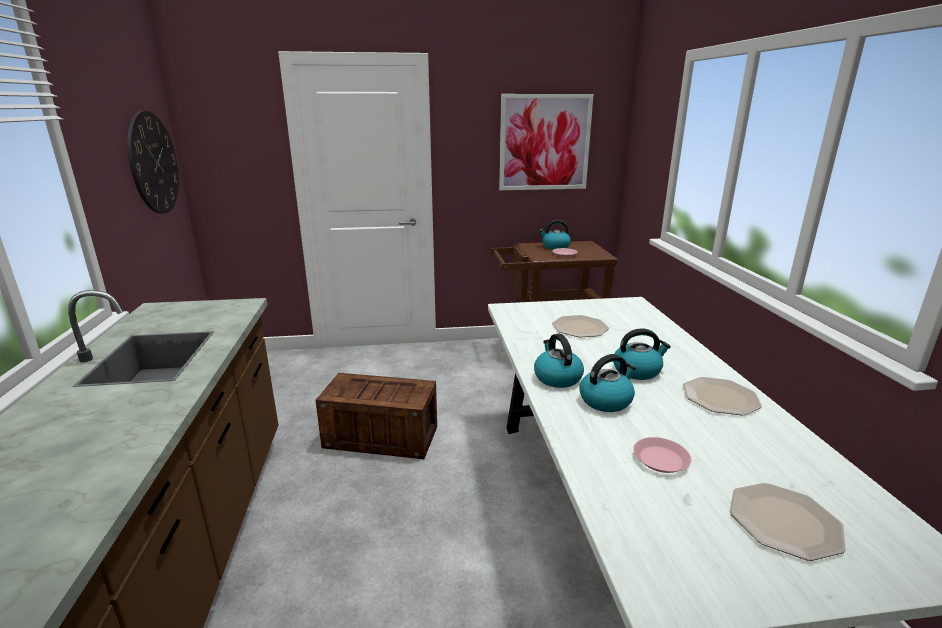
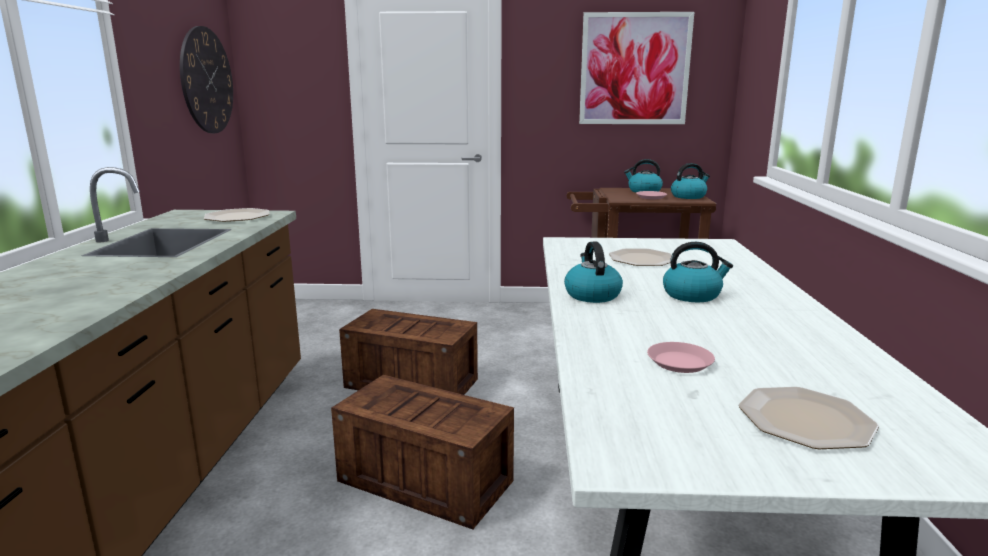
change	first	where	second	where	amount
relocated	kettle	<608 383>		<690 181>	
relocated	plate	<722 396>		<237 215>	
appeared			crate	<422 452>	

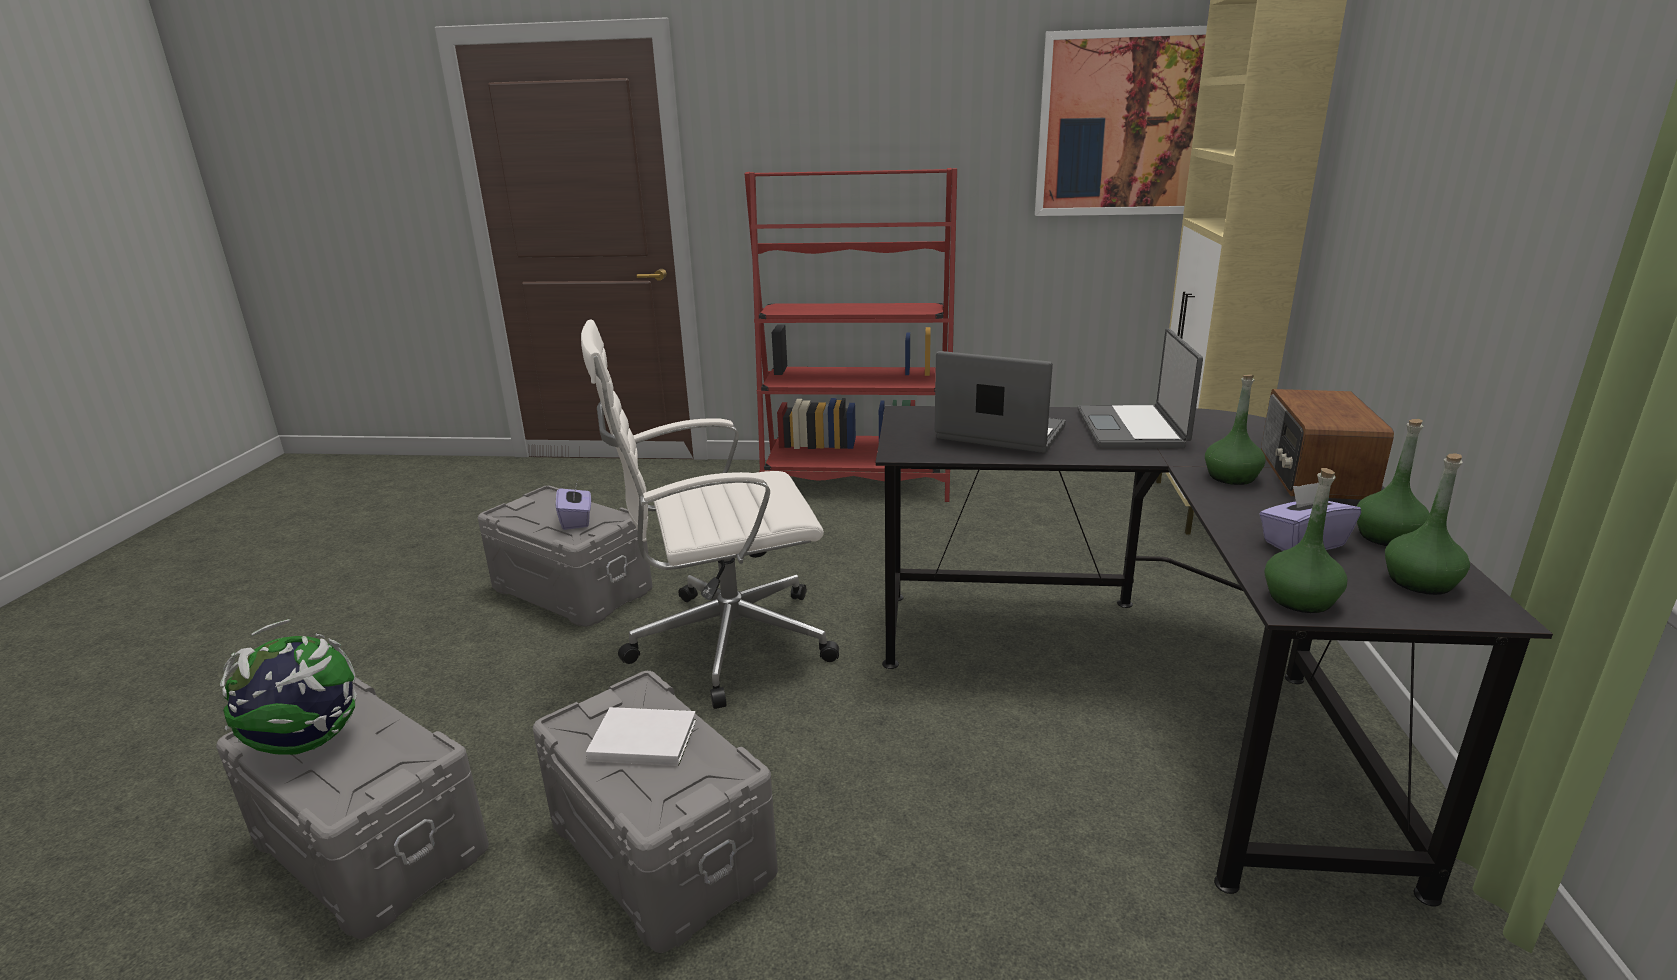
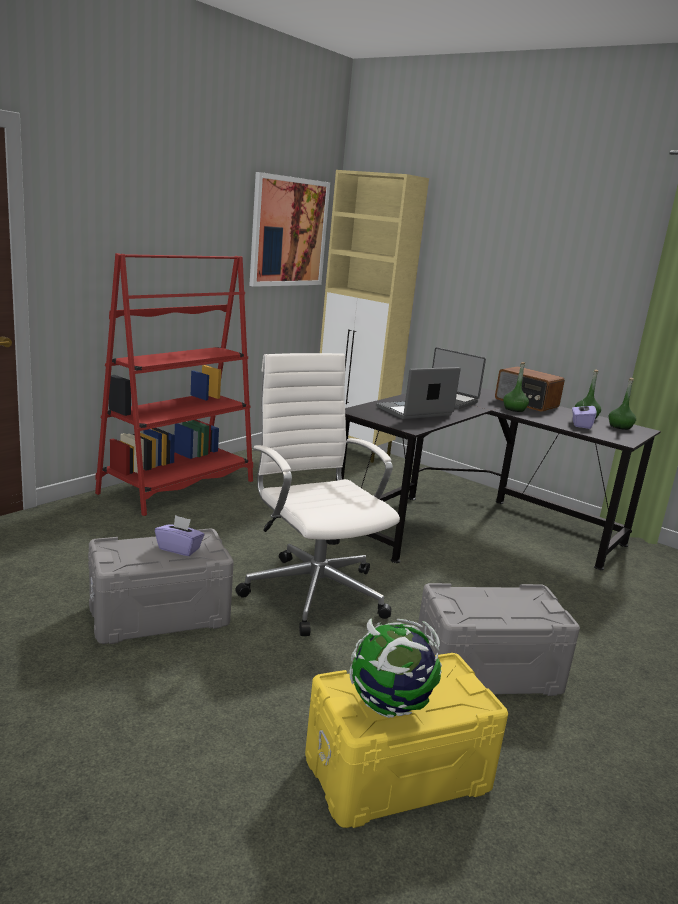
change	first	where	second	where	amount
spun	white office chair	<710 514>		<317 494>	135 degrees clockwise
missing	green bottle	<1305 540>			
colour	grey storage box	<352 808>	yellow storage box	<406 740>	
missing	white book	<641 736>			

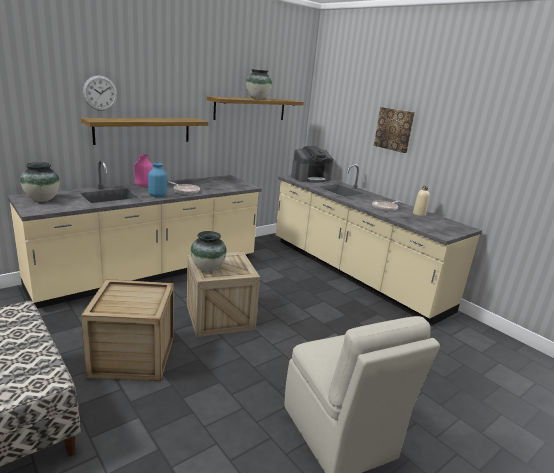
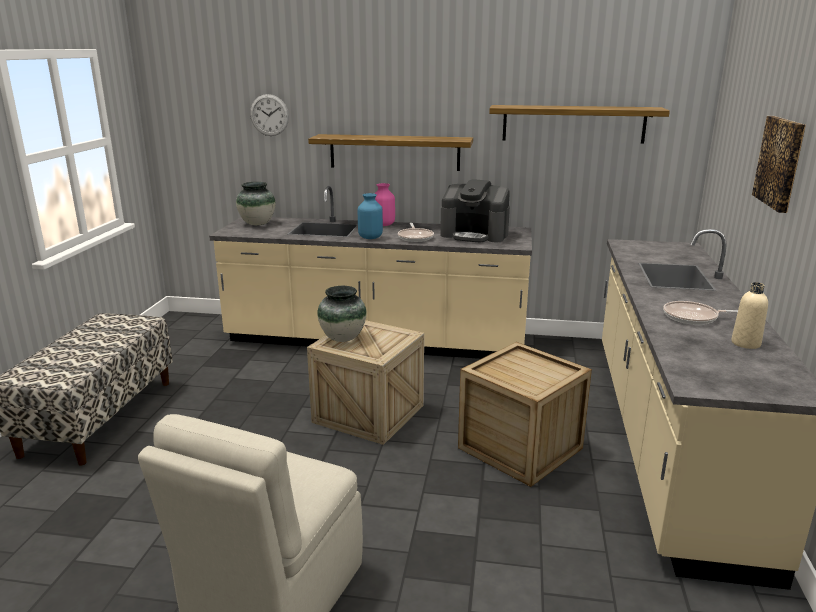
change	first	where	second	where	amount
missing	vase	<259 84>			
relocated	wall clock	<100 93>		<269 115>	
relocated	coffee machine	<312 164>		<475 211>	
relocated	crate	<127 330>		<525 414>	

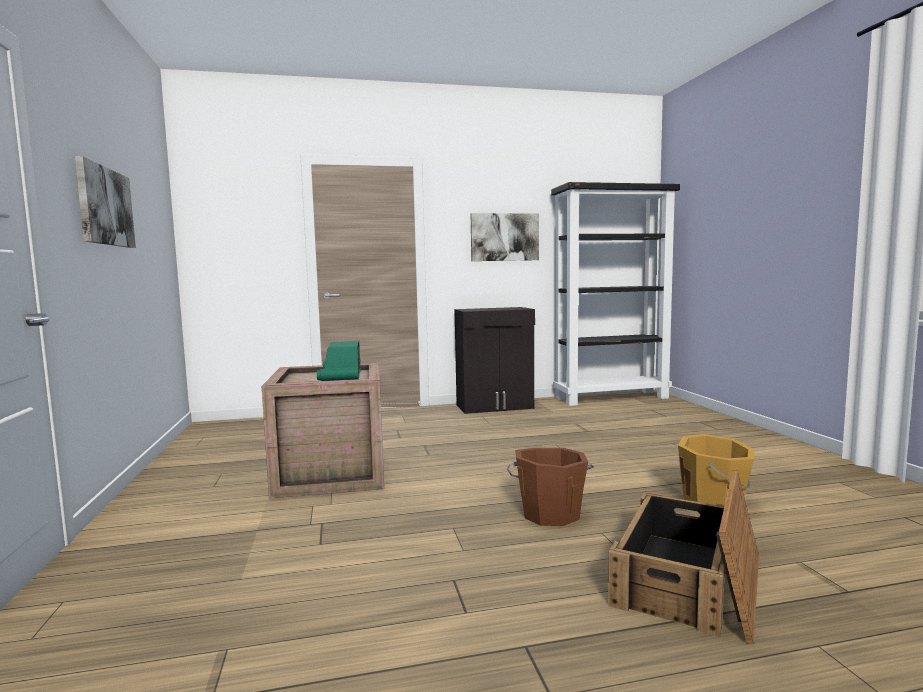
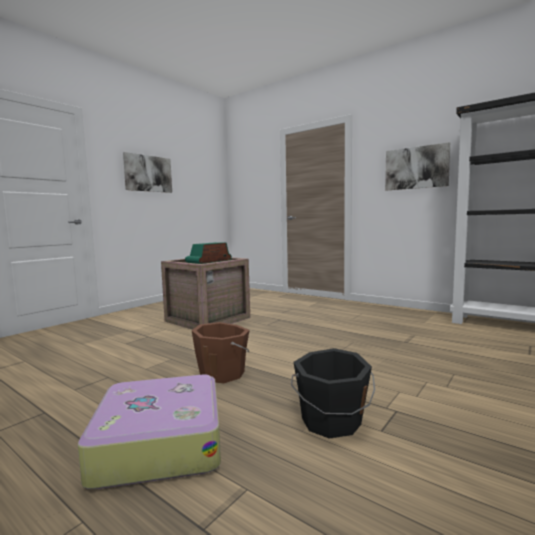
change	first	where	second	where	amount
missing	black cabinet	<494 360>			
colour	orange bucket	<716 469>	black bucket	<333 393>	
exchanged	crate	<683 557>	suitcase	<149 431>	

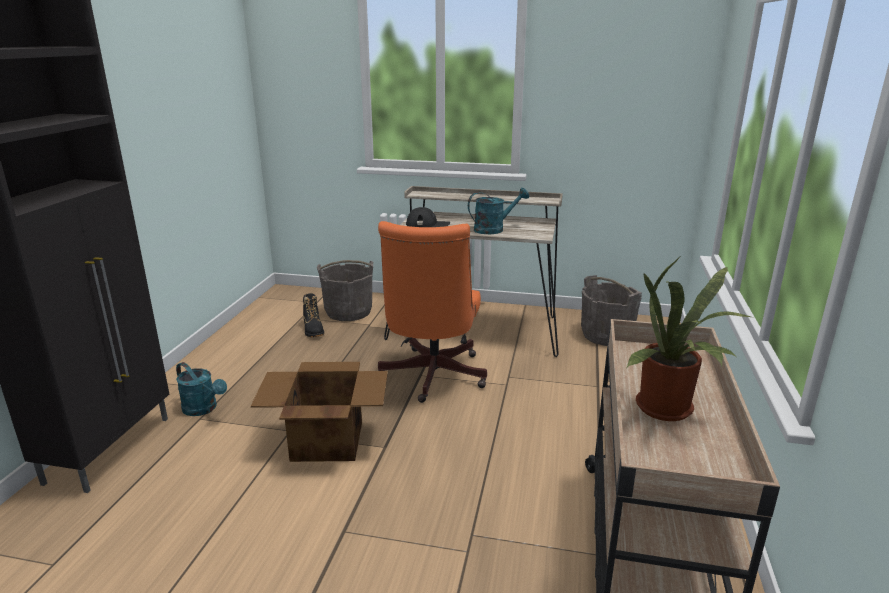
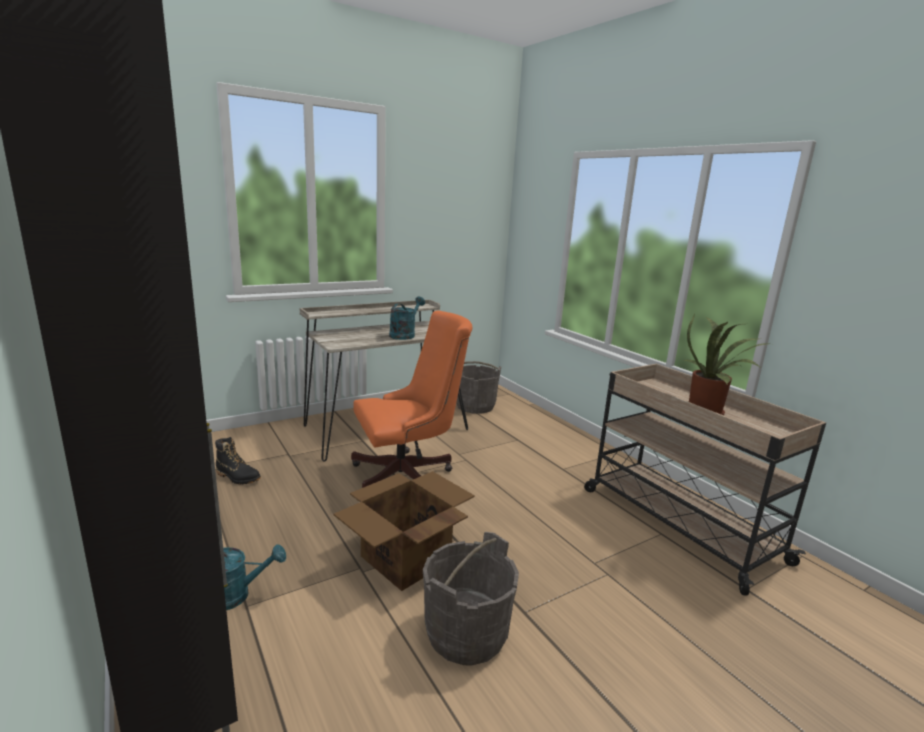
change	first	where	second	where	amount
missing	black cap	<428 217>			
spun	orange office chair	<432 312>		<412 399>	75 degrees counterclockwise
relocated	grey bucket	<345 290>		<471 599>	

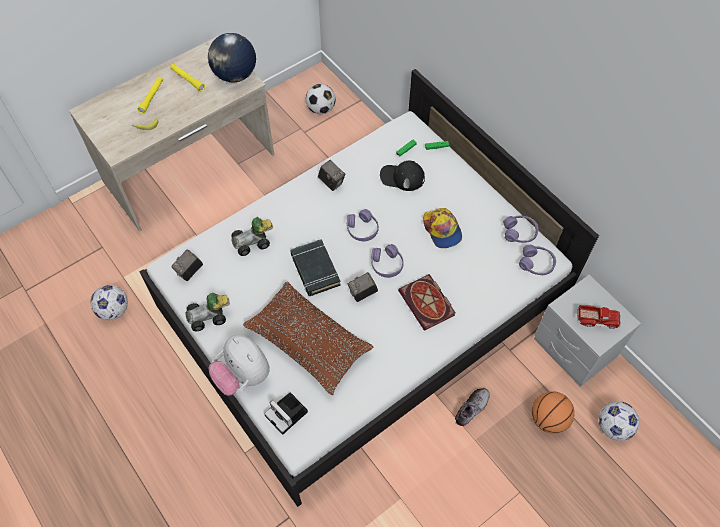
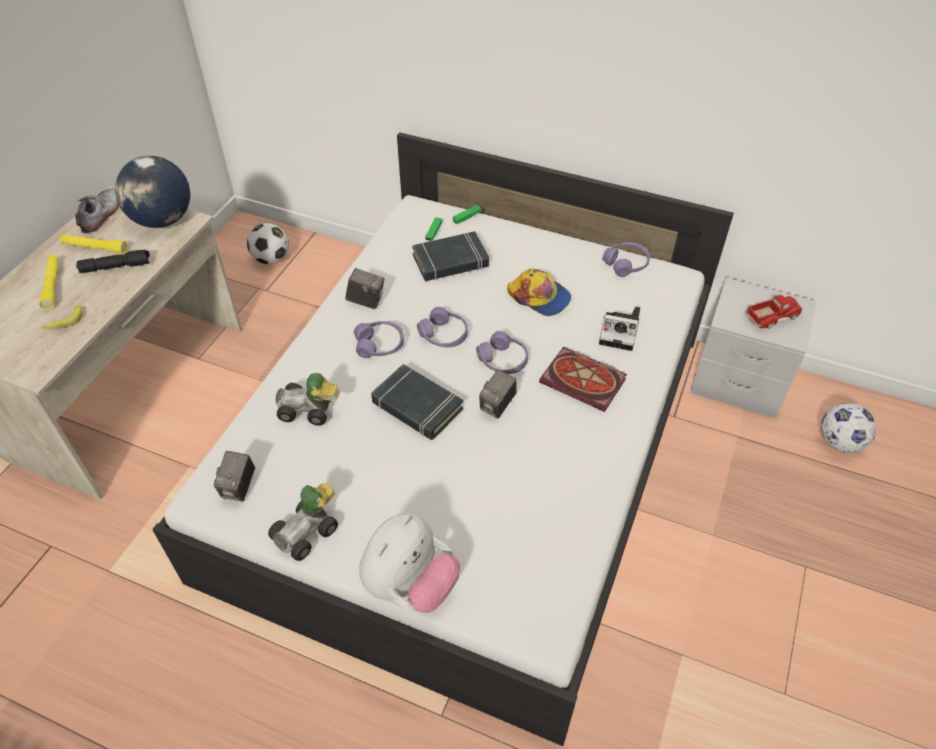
change	first	where	second	where	amount
exchanged	black cap	<402 175>	black book	<450 256>	
spun	toy car	<252 236>		<308 399>	60 degrees clockwise
relocated	purple headphones	<537 260>		<379 339>	
missing	brown pillow	<308 338>			
missing	football	<109 302>			
spun	plush toy	<239 365>		<409 563>	75 degrees counterclockwise
relocated	shoe	<472 407>		<97 210>	
missing	basketball	<553 412>			
relocated	photo camera	<286 414>		<619 329>	
appeared			black flashlight	<113 261>	

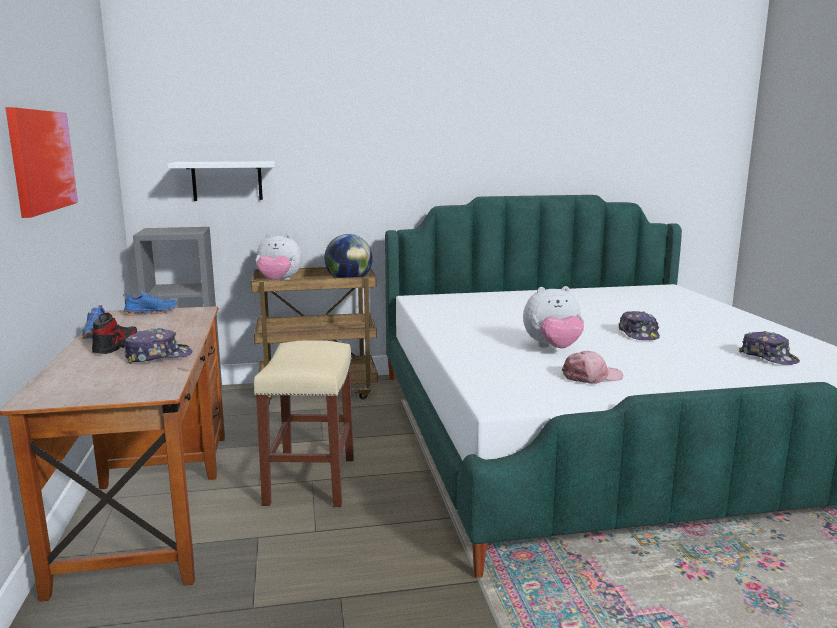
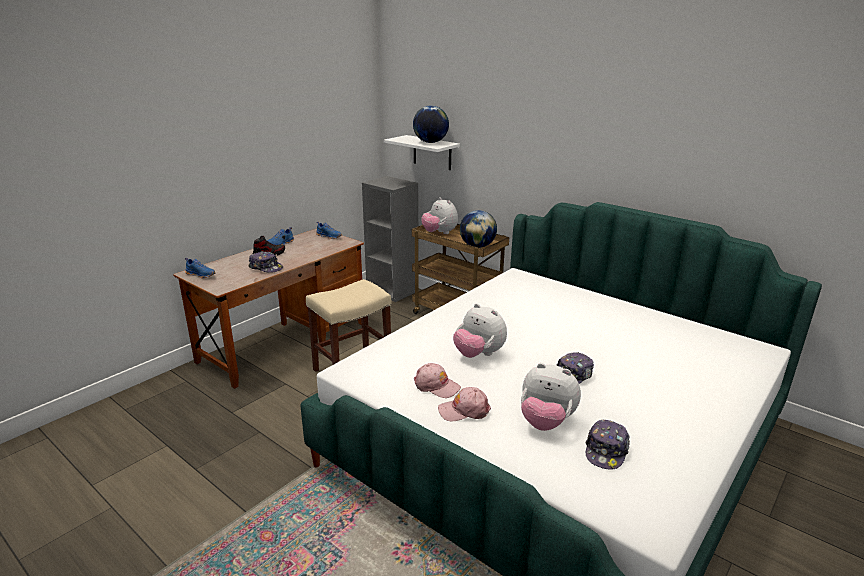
change	first	where	second	where	amount
missing	picture	<41 162>			
appeared			globe	<431 124>	
appeared			blue shoe	<200 268>	
appeared			plush toy	<551 397>	
appeared			pink cap	<464 404>	

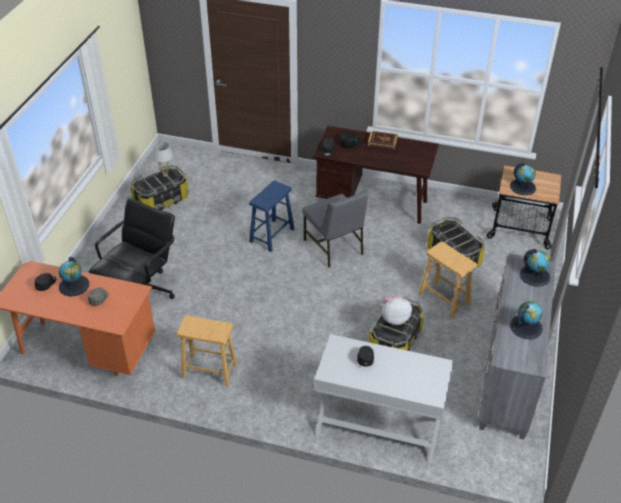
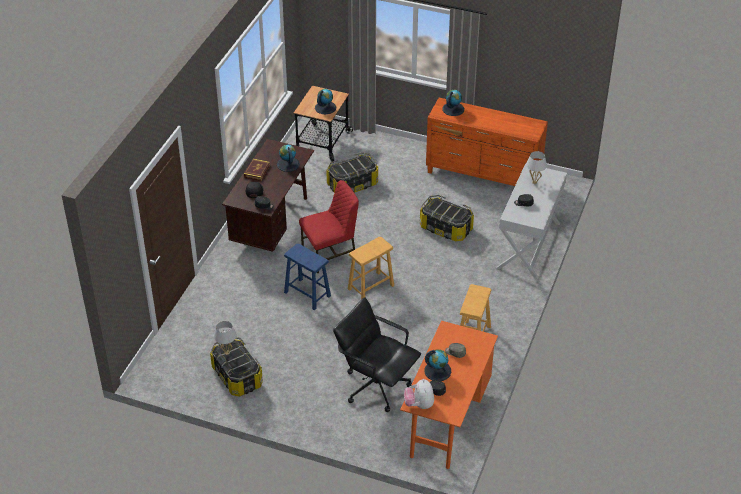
change	first	where	second	where	amount
colour	grey chair	<335 228>	red chair	<329 226>	
relocated	brown stool	<447 280>		<371 268>	
colour	grey dresser	<517 346>	orange dresser	<487 142>	
relocated	plush toy	<397 310>		<419 394>	
relocated	globe	<526 320>		<288 158>	
appeared			white table lamp	<536 167>	

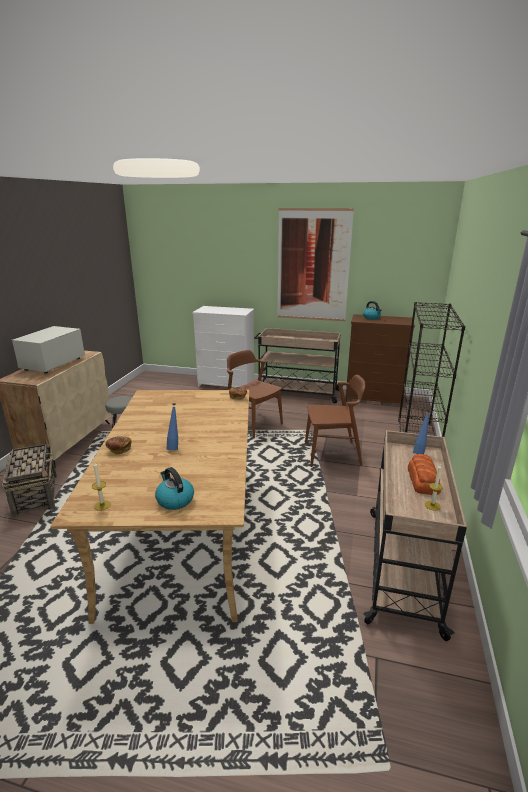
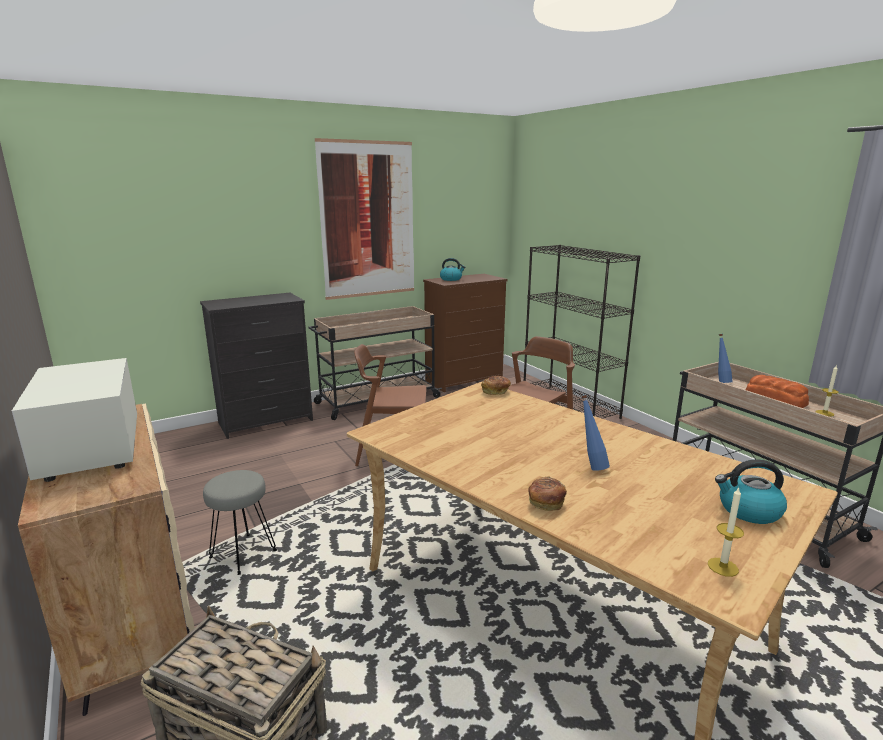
change	first	where	second	where	amount
colour	white dresser	<223 346>	black dresser	<256 366>	

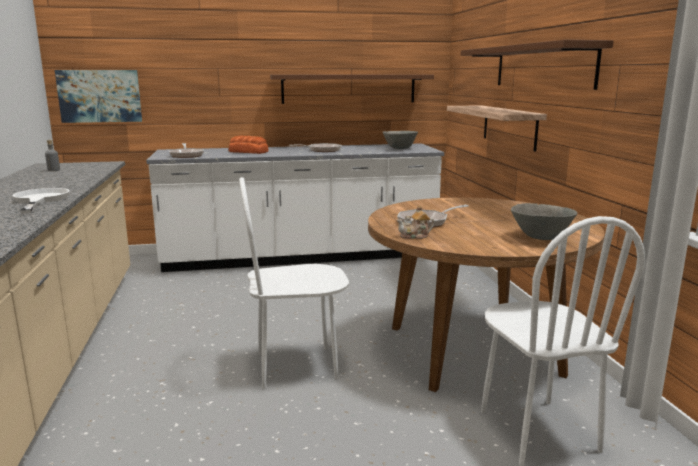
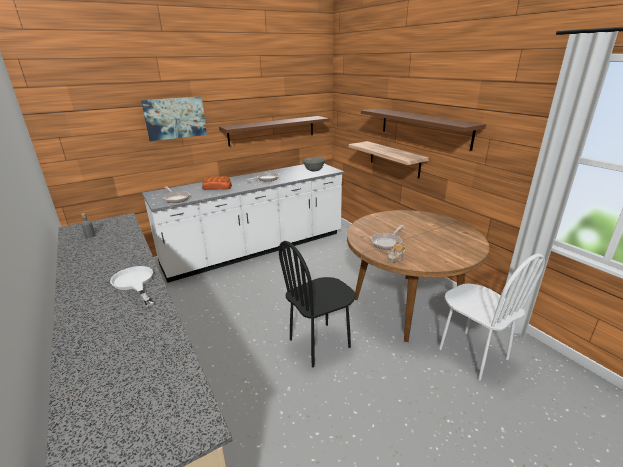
change	first	where	second	where	amount
relocated	picture	<98 96>		<174 118>	
colour	white chair	<294 283>	black chair	<317 304>	
missing	grey bowl	<544 221>			

